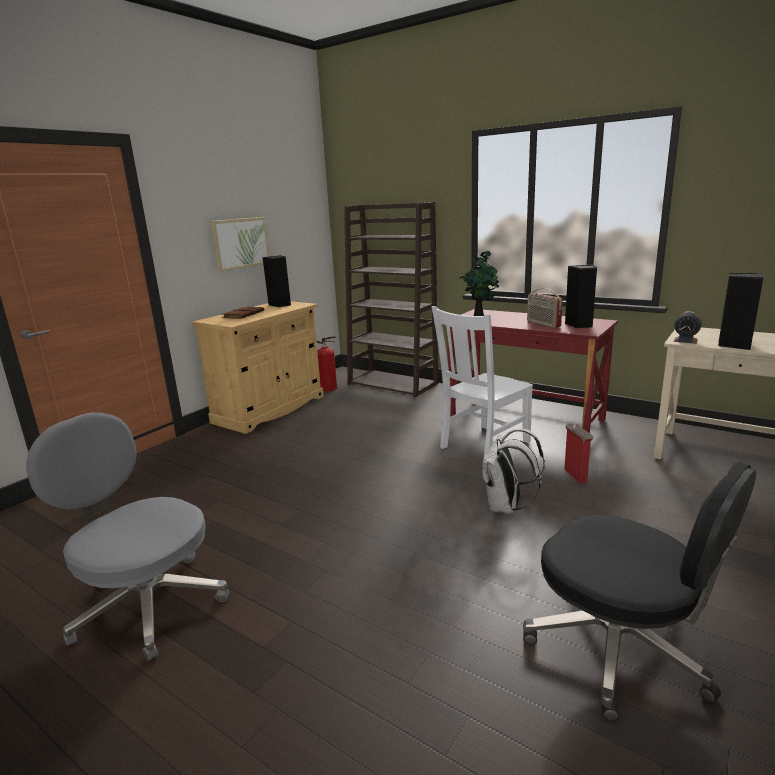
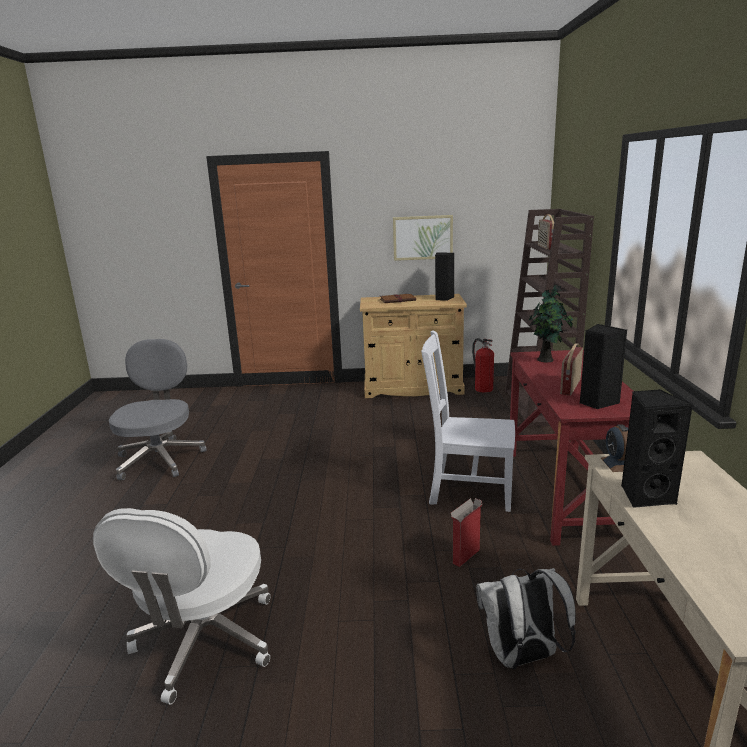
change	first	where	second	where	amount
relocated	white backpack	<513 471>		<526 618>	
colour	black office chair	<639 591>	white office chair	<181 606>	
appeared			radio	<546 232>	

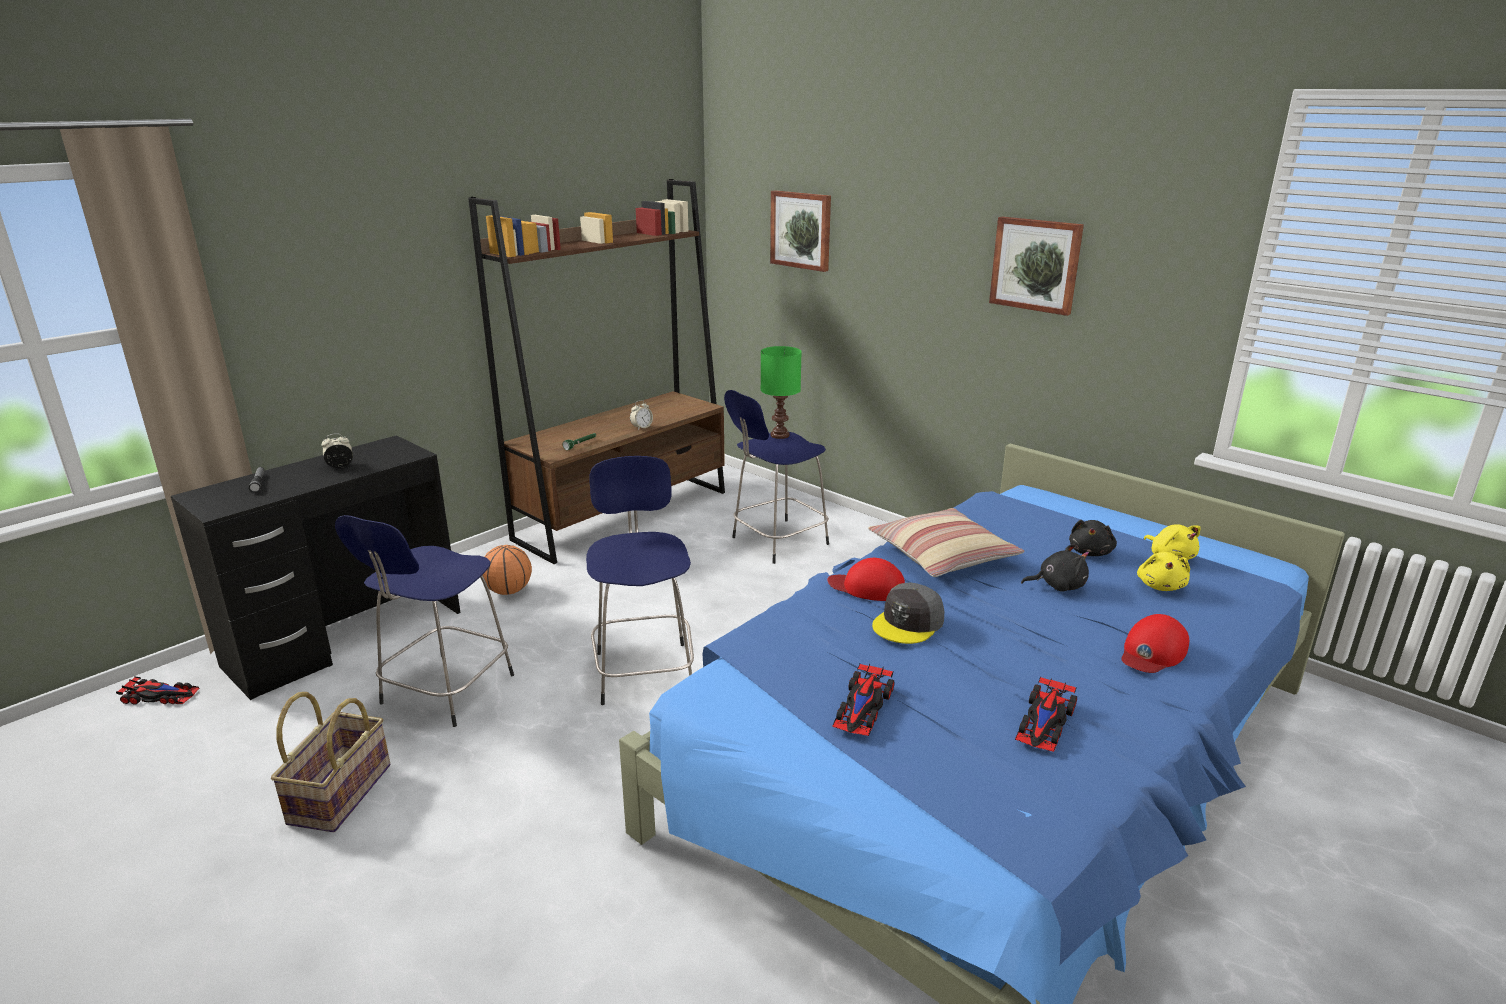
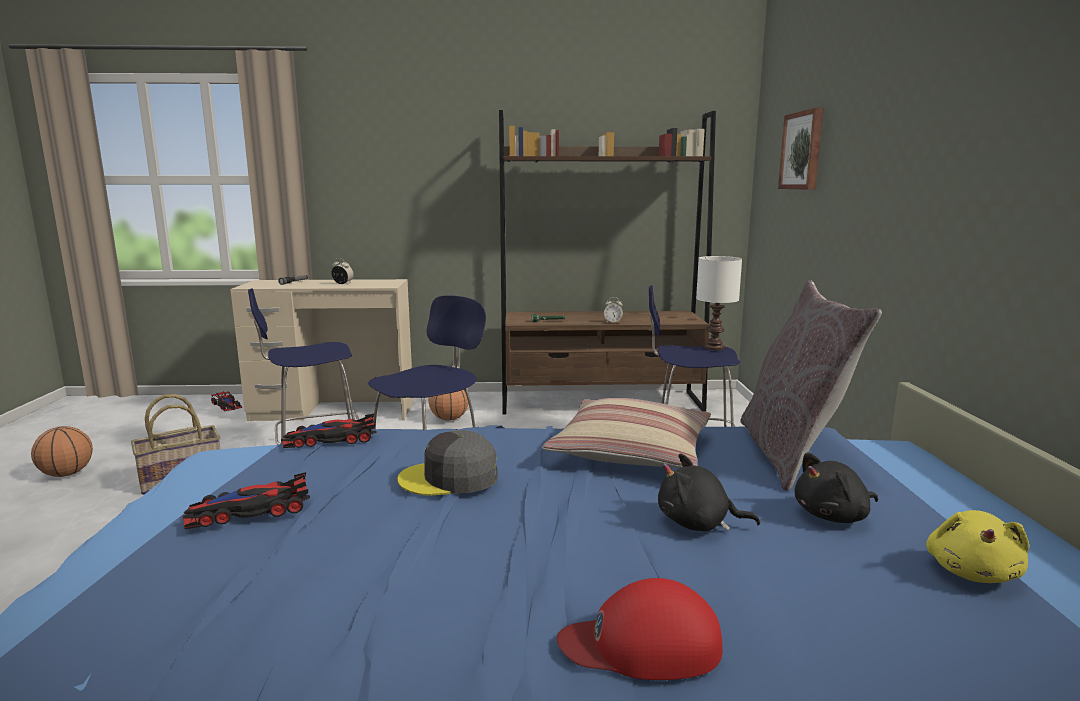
change	first	where	second	where	amount
missing	picture	<1036 266>			
colour	green table lamp	<781 392>	white table lamp	<719 303>	
colour	black desk	<316 567>	beige desk	<322 350>	
spun	black plush toy	<1055 568>		<709 492>	150 degrees clockwise
missing	yellow plush toy	<1163 571>			
missing	red cap	<866 579>			
relocated	toy car	<1046 714>		<329 431>	
appeared			grey pillow	<811 385>	
appeared			basketball	<62 451>	

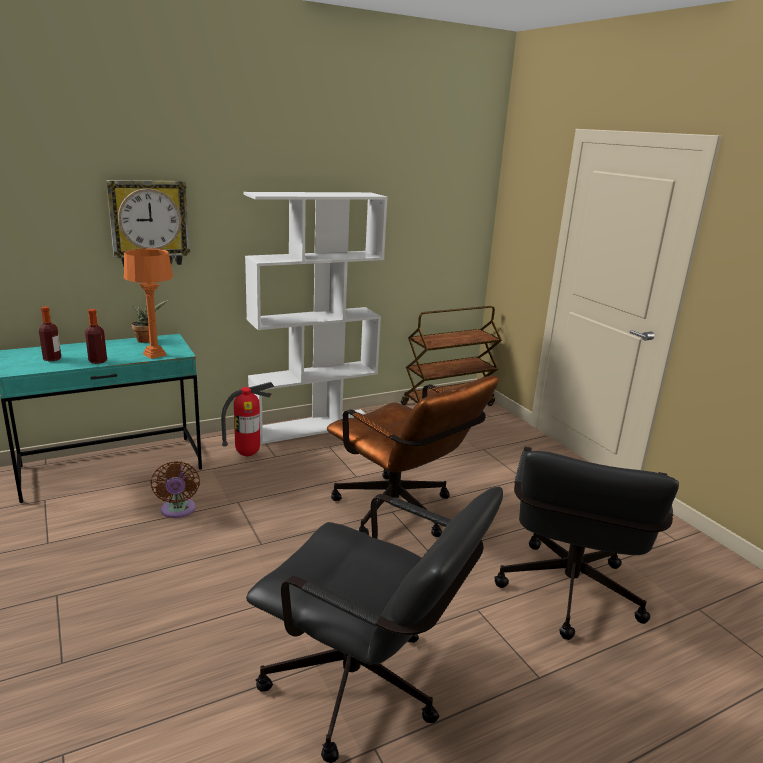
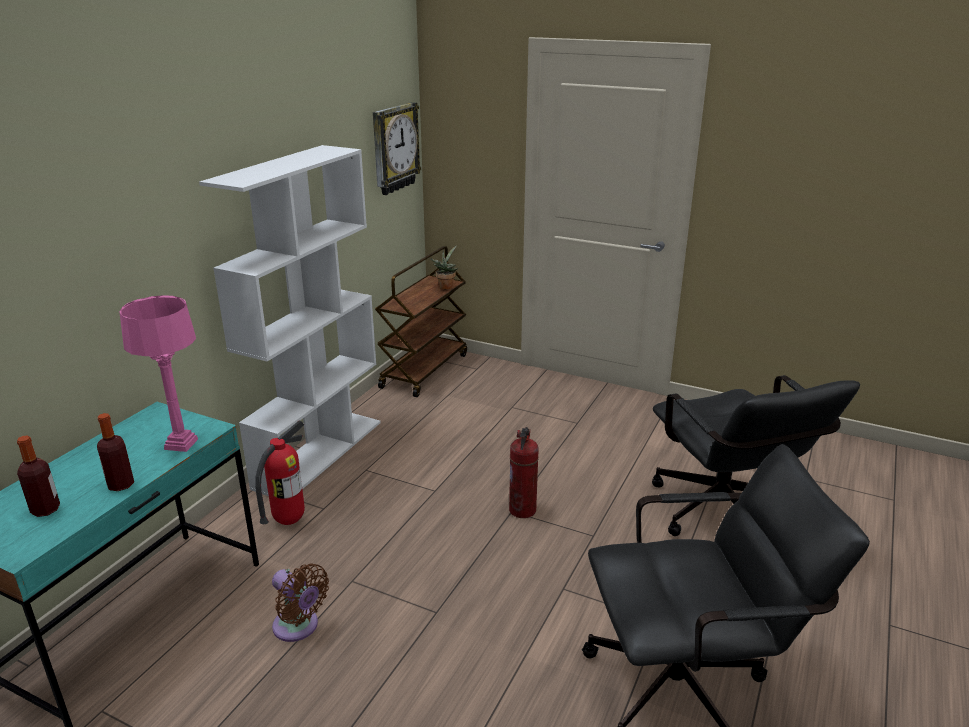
change	first	where	second	where	amount
relocated	wall clock	<148 223>		<397 148>	
colour	orange table lamp	<148 303>	pink table lamp	<158 373>	
relocated	potted plant	<150 321>		<444 267>	
exchanged	brown office chair	<413 456>	fire extinguisher	<524 472>	

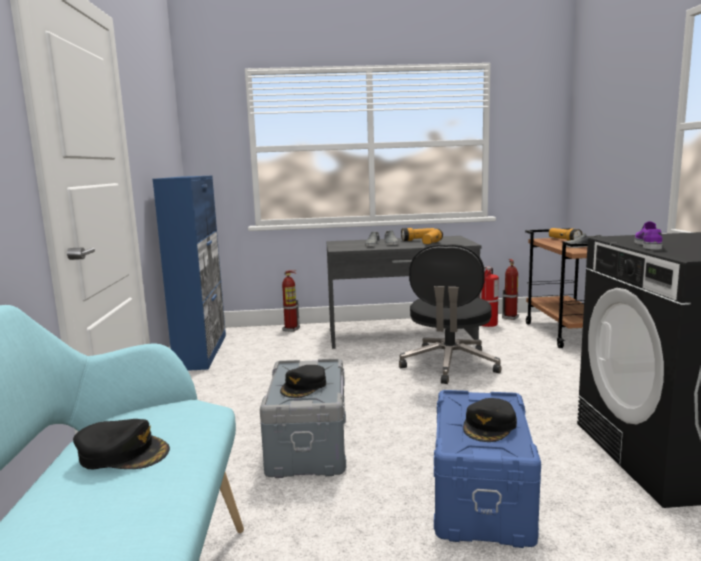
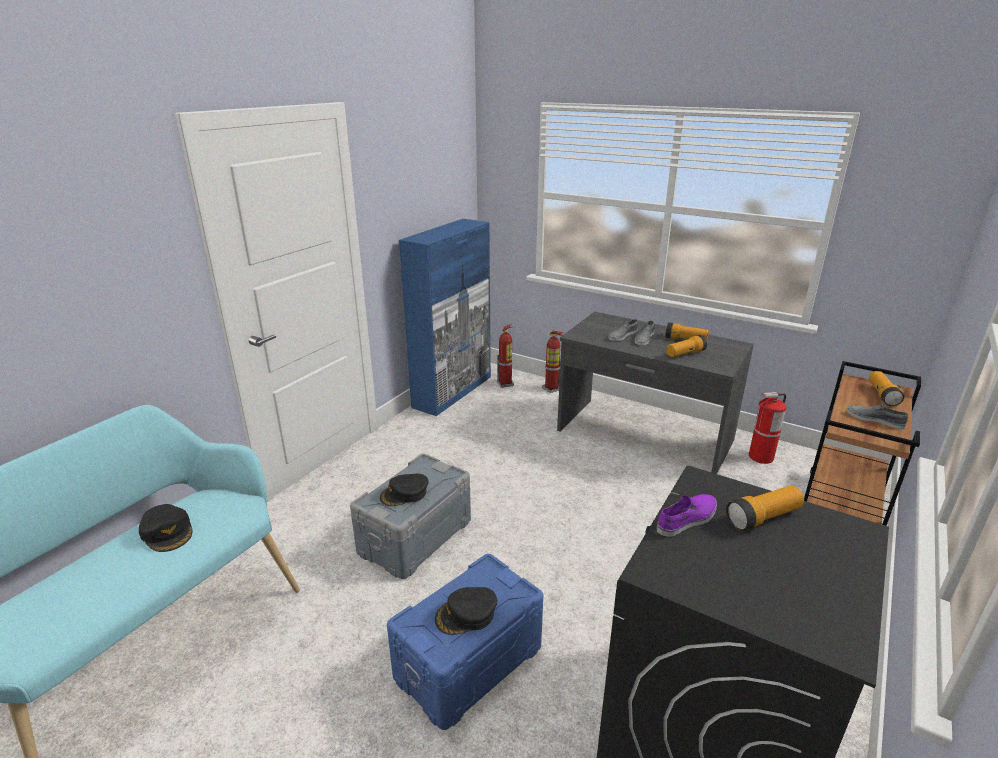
change	first	where	second	where	amount
missing	black office chair	<450 314>			
relocated	fire extinguisher	<510 289>		<505 356>	
appeared			flashlight	<765 508>	

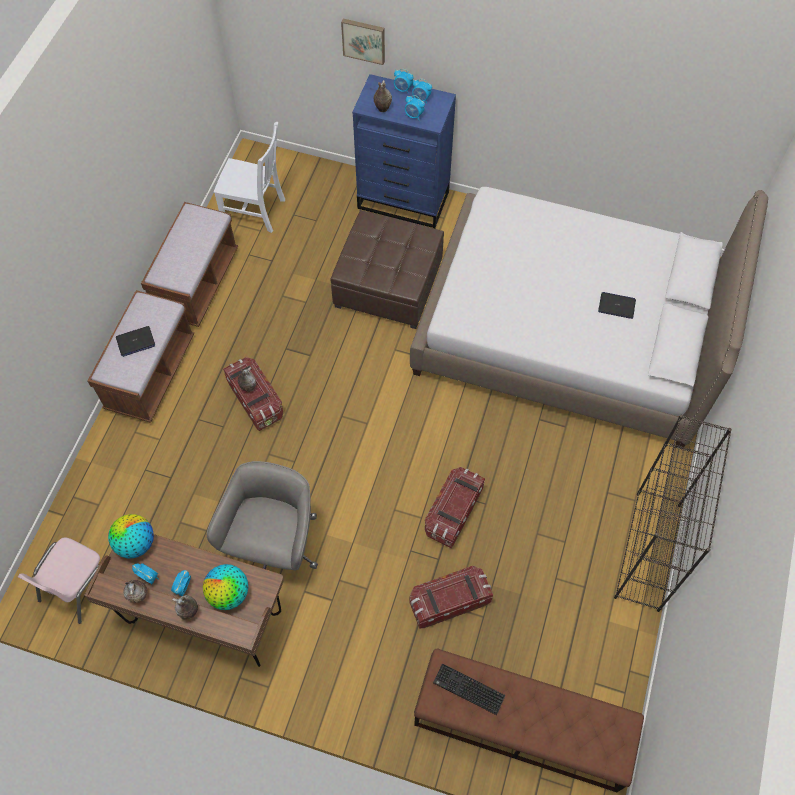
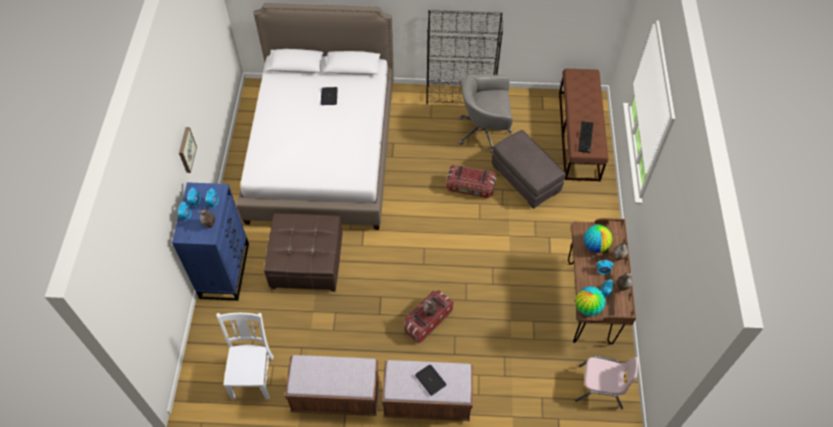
change	first	where	second	where	amount
relocated	picture	<363 42>		<188 150>	
relocated	grey office chair	<262 515>		<486 113>	
exchanged	storage box	<451 597>	grey ottoman	<529 169>	

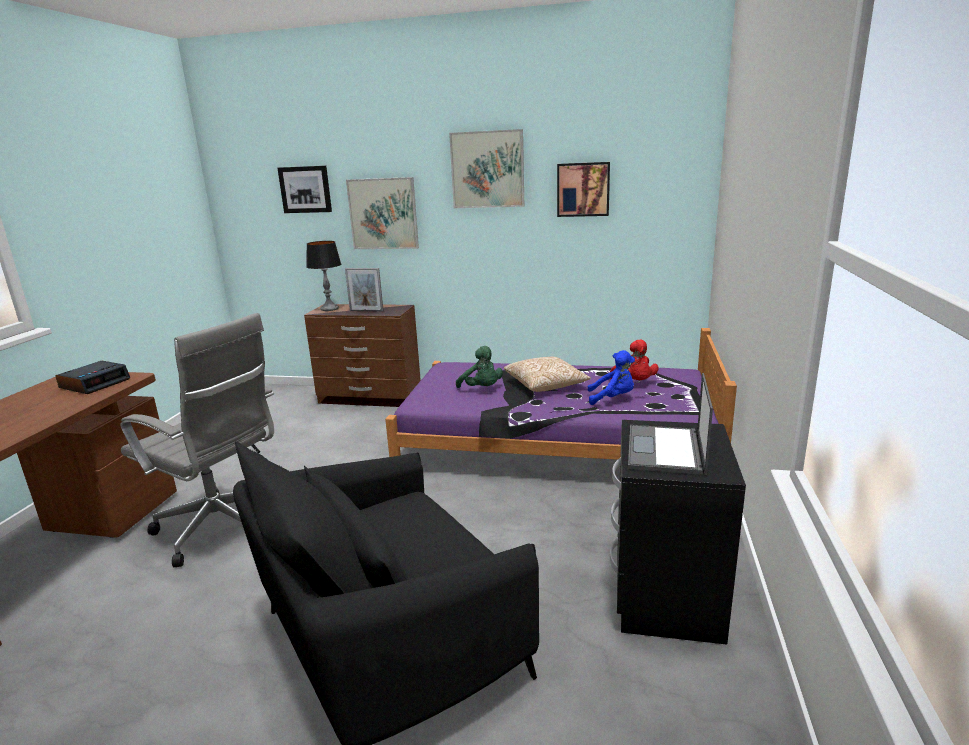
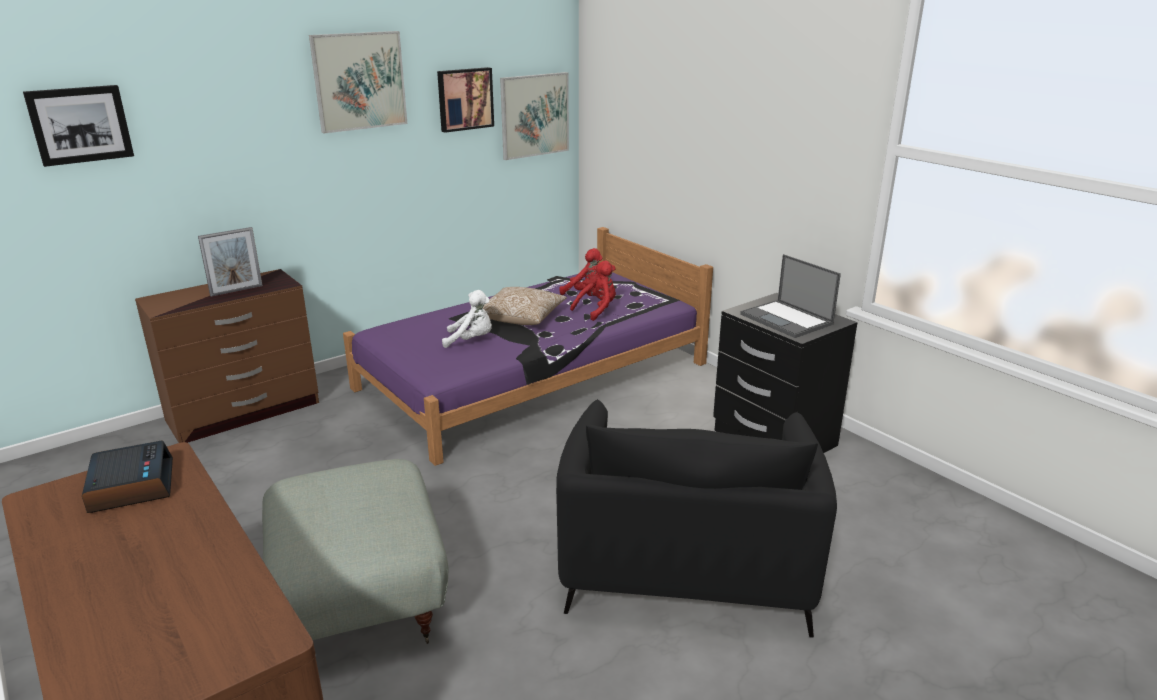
change	first	where	second	where	amount
relocated	picture	<382 213>		<534 116>	
missing	table lamp	<323 276>			
exchanged	grey office chair	<197 440>	grey ottoman	<355 551>	
colour	green plush toy	<479 367>	white plush toy	<467 319>	
colour	blue plush toy	<611 377>	red plush toy	<593 290>	

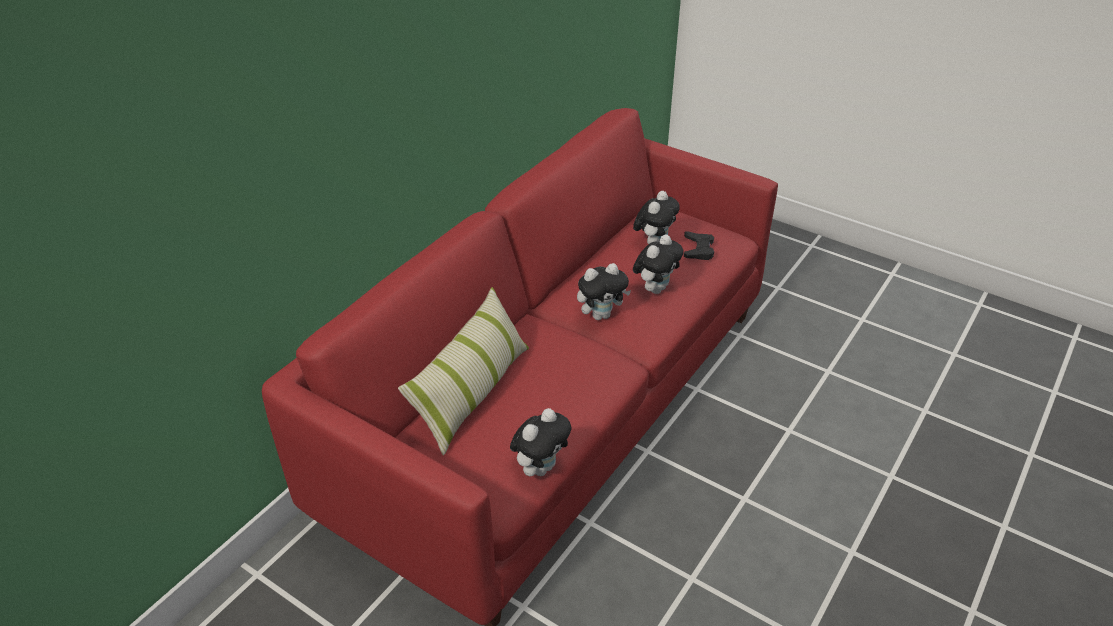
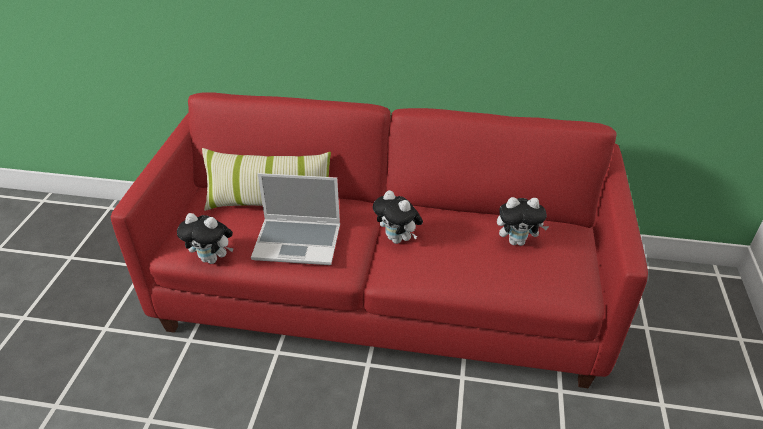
change	first	where	second	where	amount
missing	black game controller	<699 245>			
missing	plush toy	<658 264>			
appeared			laptop	<295 219>	

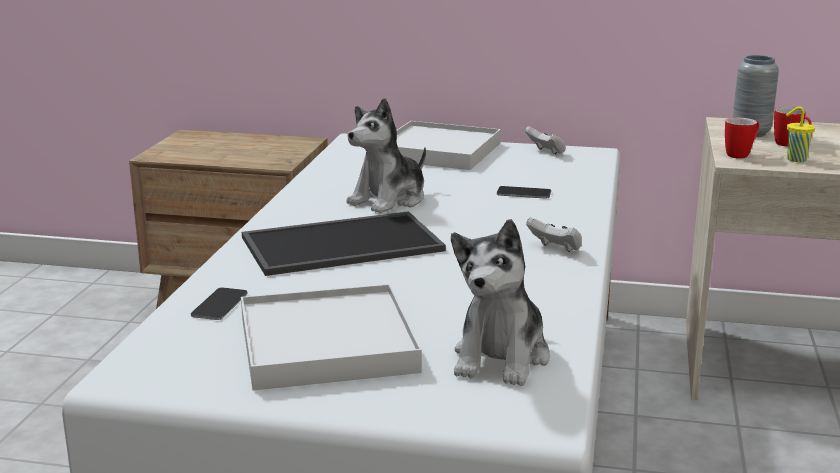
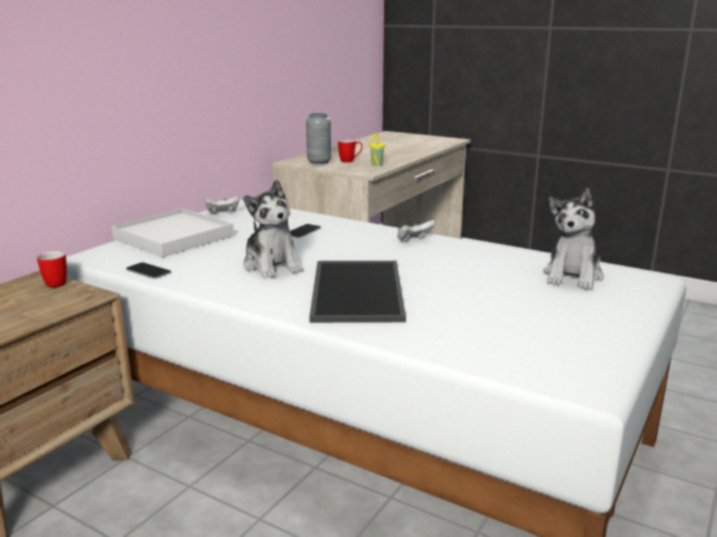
change	first	where	second	where	amount
relocated	mug	<742 138>		<52 269>	
spun	plush toy	<500 302>		<573 239>	75 degrees clockwise
missing	white tray	<331 337>			
relocated	phone	<219 304>		<148 270>	

